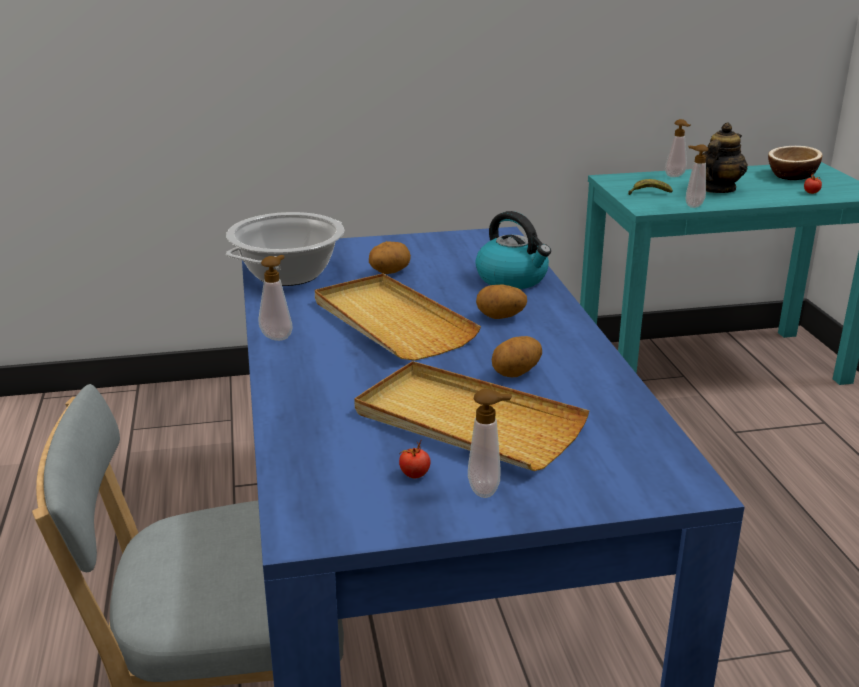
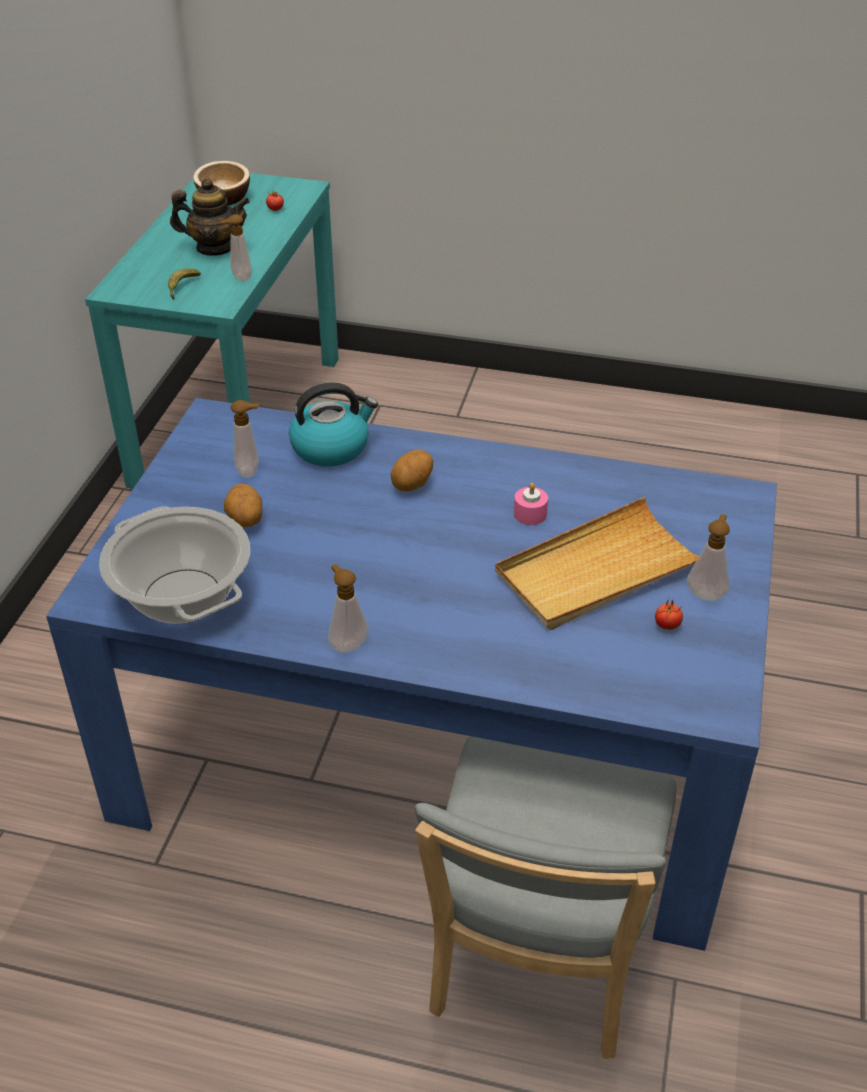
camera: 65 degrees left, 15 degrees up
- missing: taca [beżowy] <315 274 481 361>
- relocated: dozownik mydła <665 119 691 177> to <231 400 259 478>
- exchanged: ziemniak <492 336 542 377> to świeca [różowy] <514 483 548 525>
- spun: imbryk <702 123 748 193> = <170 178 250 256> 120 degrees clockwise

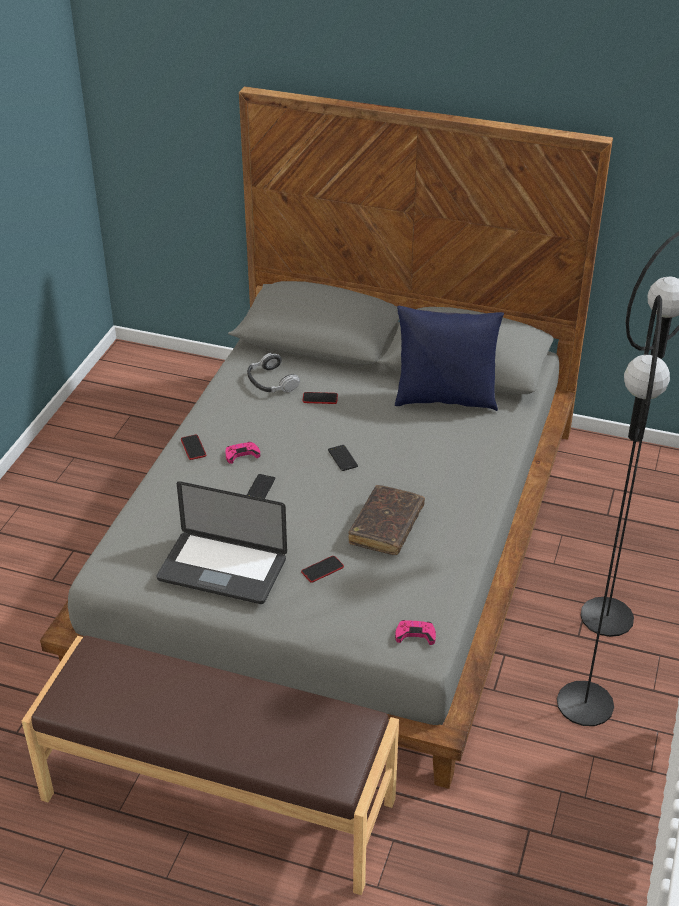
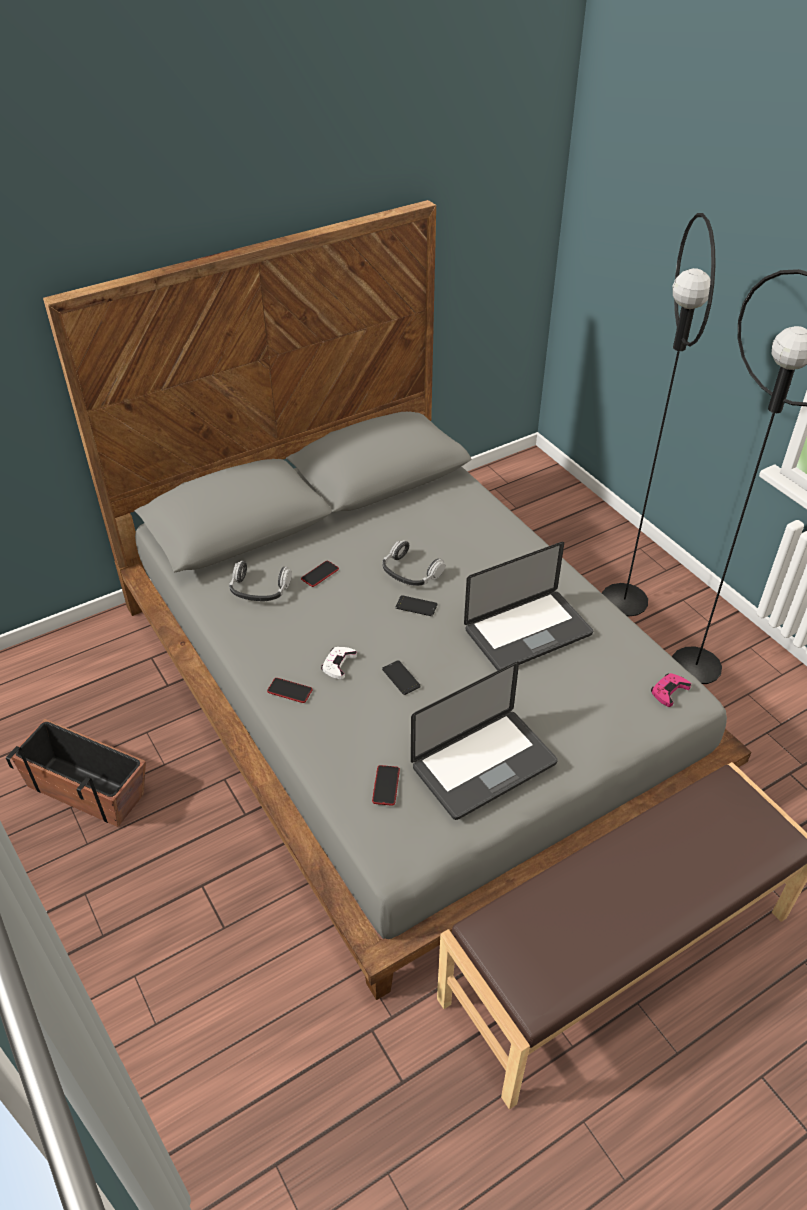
camera: 50 degrees left, 5 degrees up
- missing: poduszka [niebieski] <395 306 504 411>
- appeared: donica <6 719 146 827>
- appeared: słuchawki <382 540 445 586>
- relocated: telefon <301 556 344 583> to <372 765 400 806>
- exchanged: książka [brązowy] <348 485 425 555> to laptop <464 542 593 671>
- colour: pad do gier [różowy] <226 442 260 464> to pad do gier [biały] <321 647 357 679>

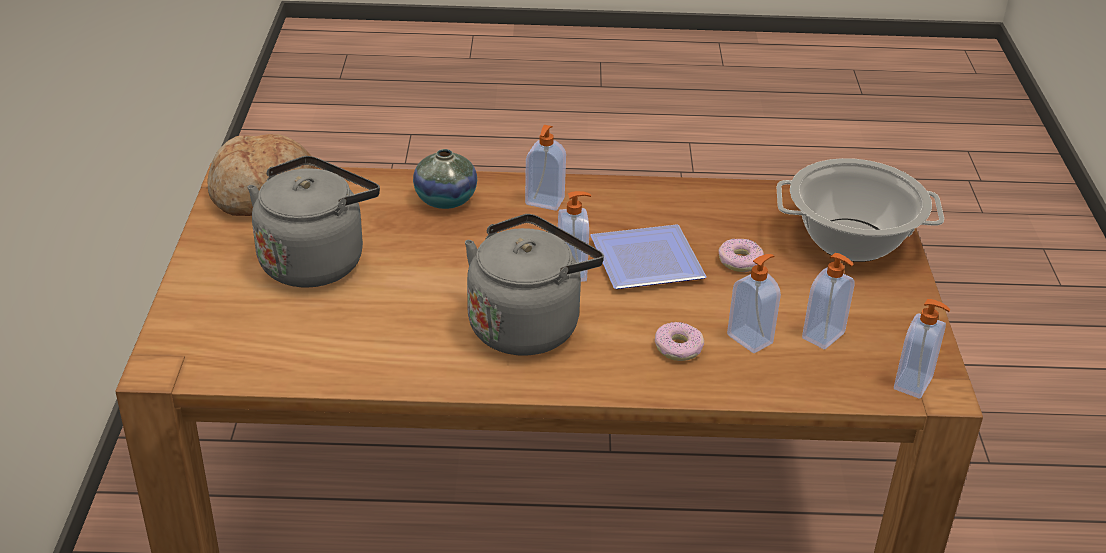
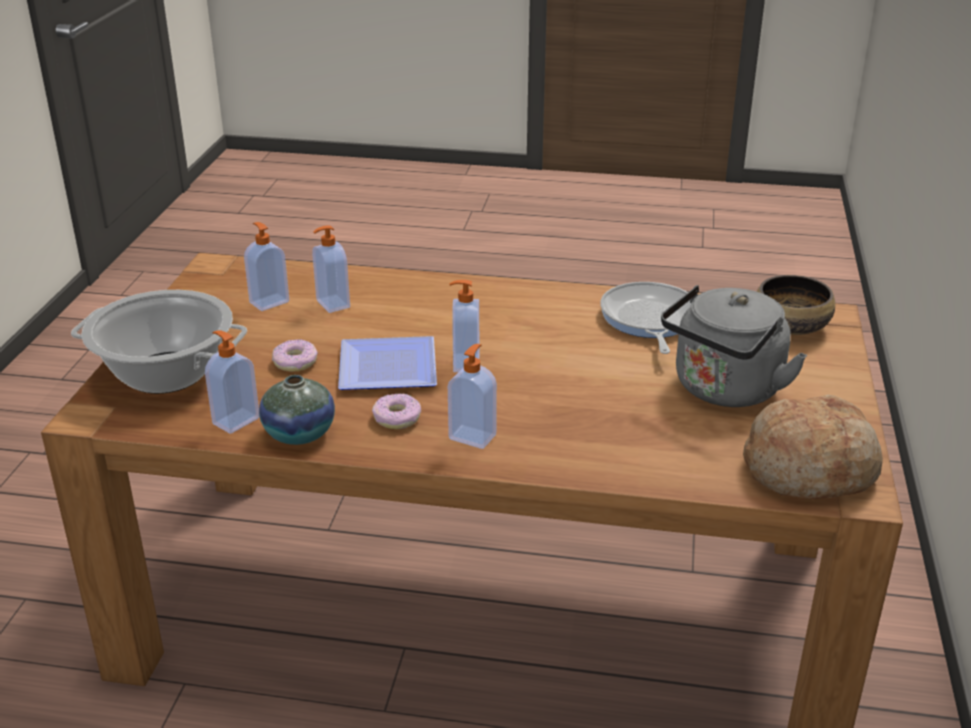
camera: 170 degrees left, 5 degrees down
- missing: czajnik [szary] <465 214 604 356>
- appeared: patelnia <600 282 691 354>
- appeared: miska <757 275 835 335>
- relocated: wazon <413 149 477 209> to <259 375 335 445>
- relocated: donut <655 322 704 361> to <372 393 421 429>
- relocated: dozownik mydła <894 299 951 399> to <205 330 259 434>

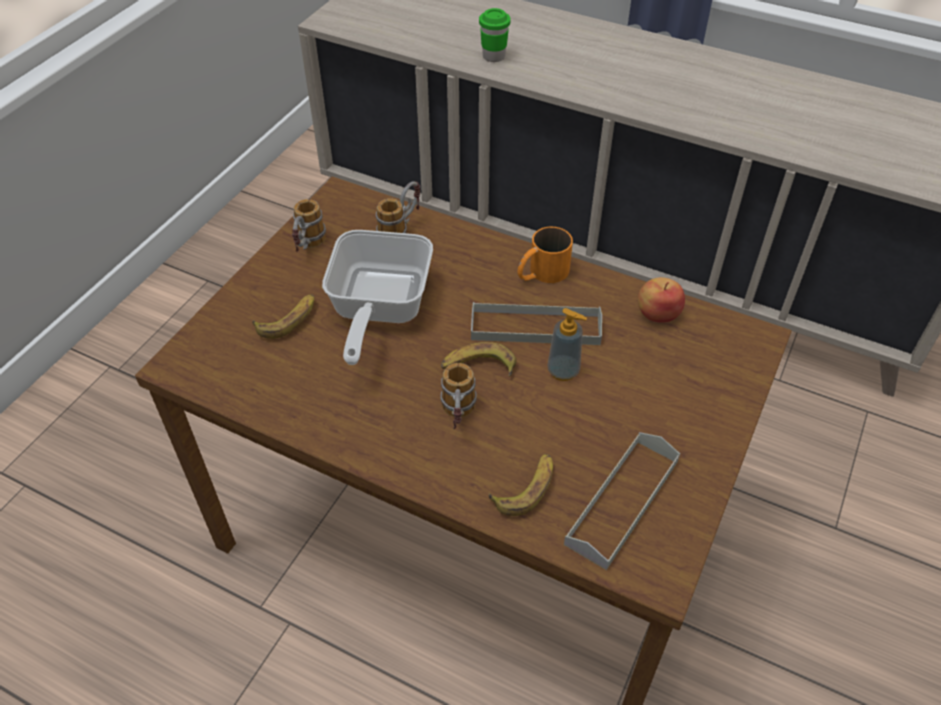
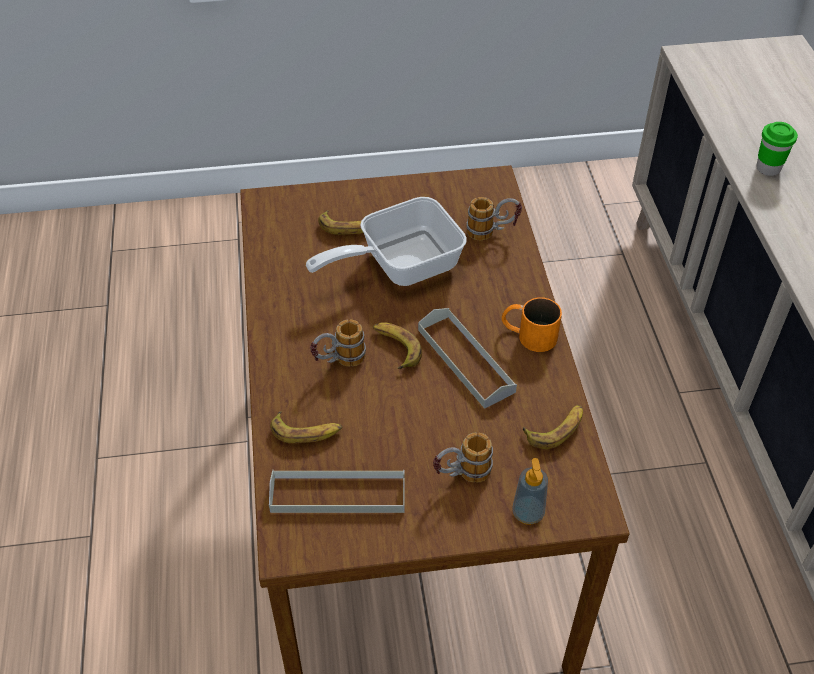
camera: 55 degrees right, 0 degrees up
- relocated: kubek <292 199 326 252> to <433 433 493 483>
- relocated: dozownik mydła <547 308 587 381> to <512 458 548 525>
- exchanged: jabłko <638 277 685 323> to banan <523 405 583 449>

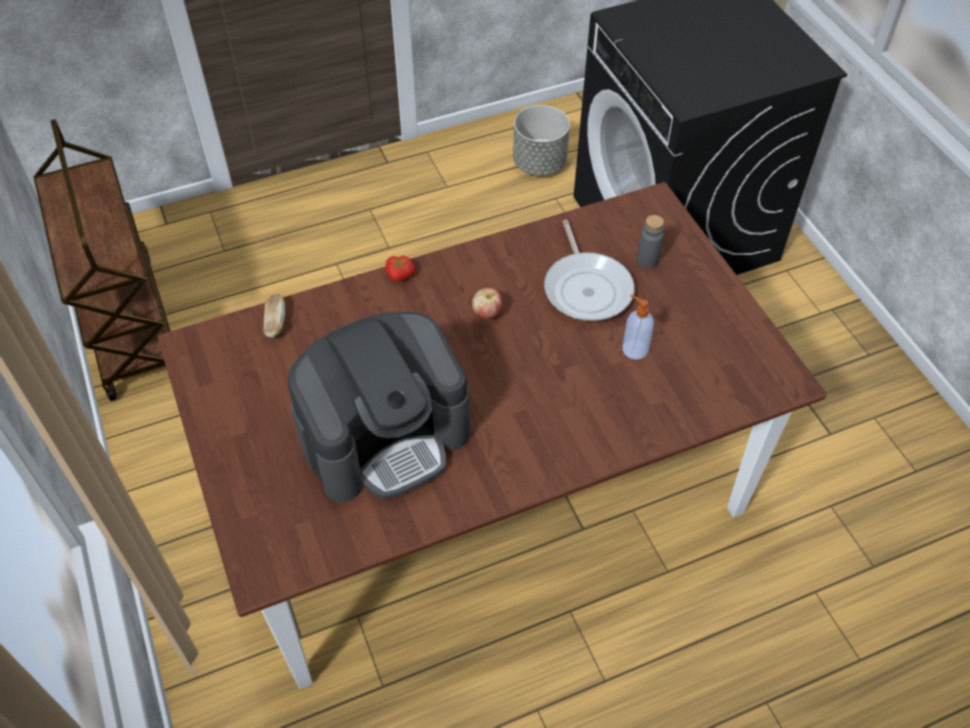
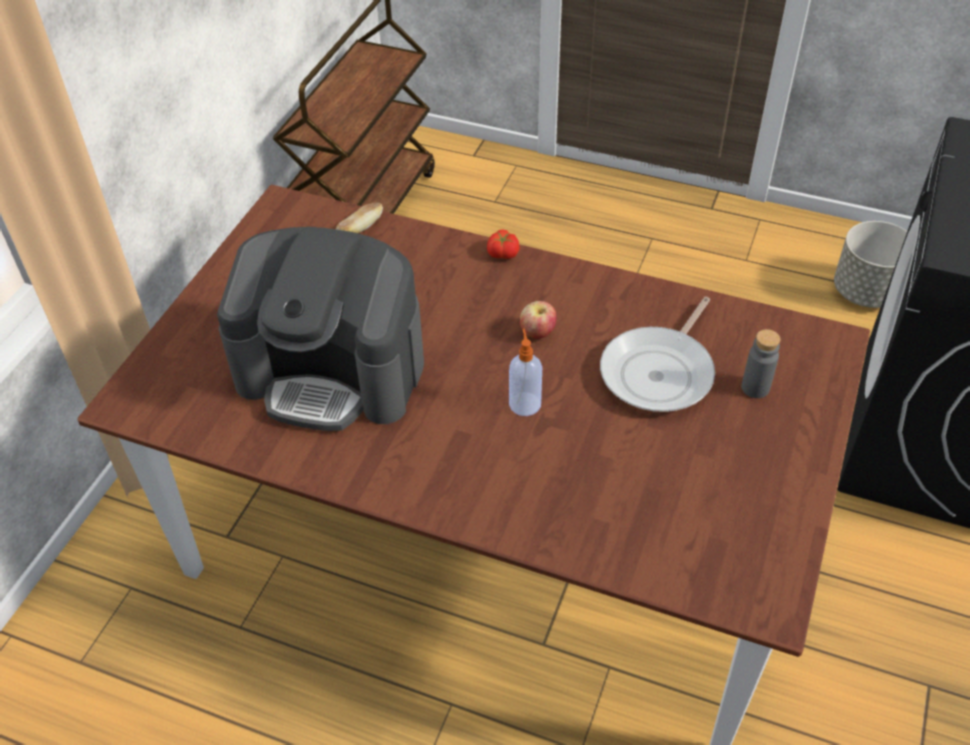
camera: 45 degrees right, 5 degrees down
- relocated: dozownik mydła <622 295 654 360> to <509 329 542 416>

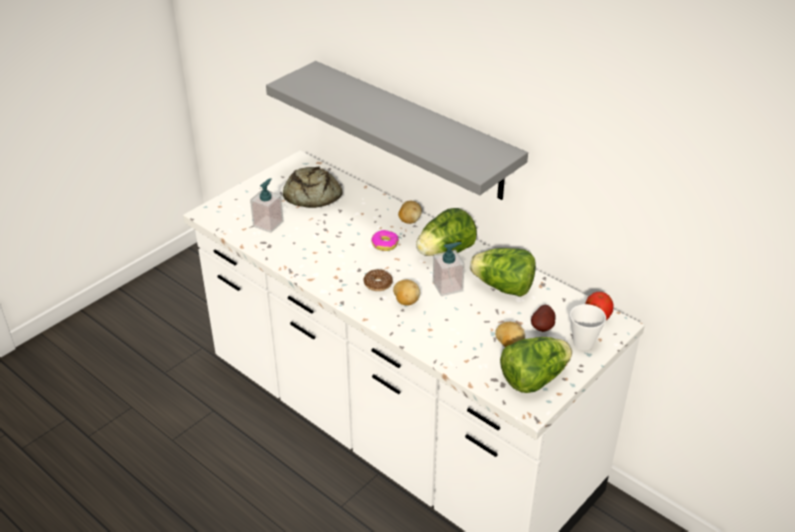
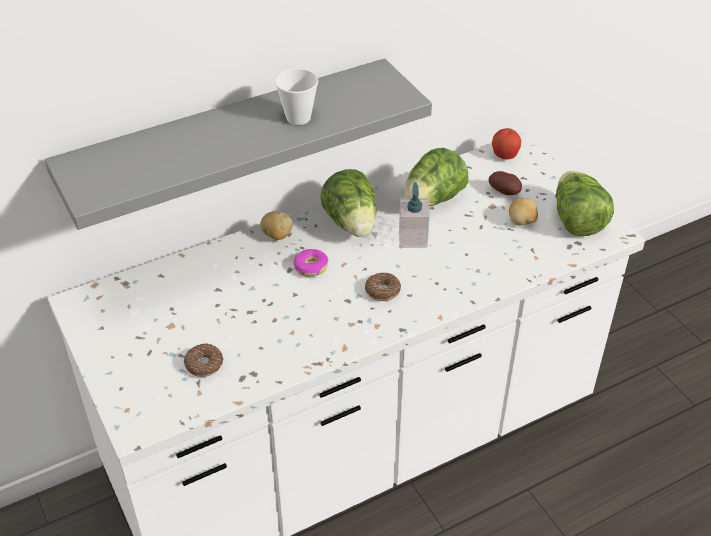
camera: 70 degrees left, 5 degrees up
- missing: chleb <283 166 342 208>
- missing: ziemniak <393 280 420 305>
- relocated: filiżanka <570 304 606 350> to <275 68 319 125>
- exchanged: dozownik mydła <250 178 283 233> to donut <184 343 224 377>

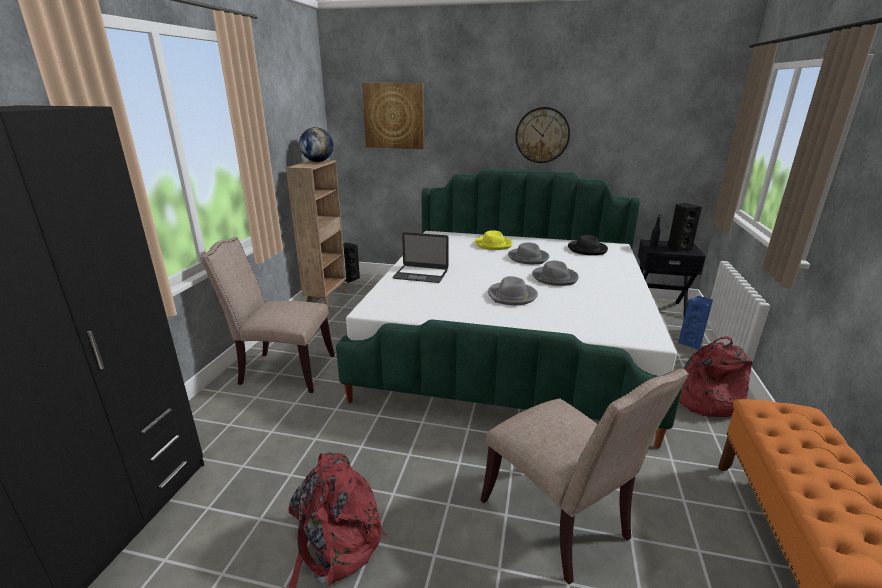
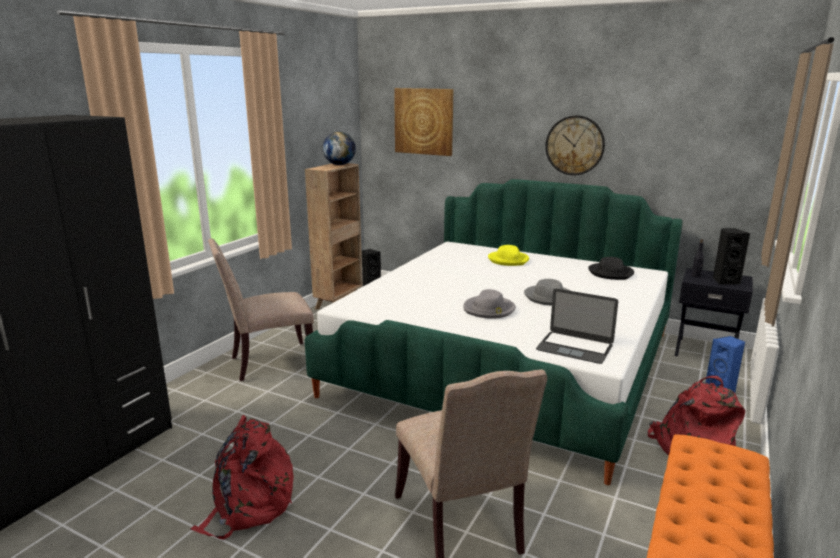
camera: 15 degrees right, 5 degrees down
- missing: kapelusz [szary] <508 242 549 264>
- relocated: laptop <392 232 449 283> to <536 289 618 364>
- spun: krzesło [beżowy] <201 237 335 393> = <208 238 314 381> 45 degrees counterclockwise

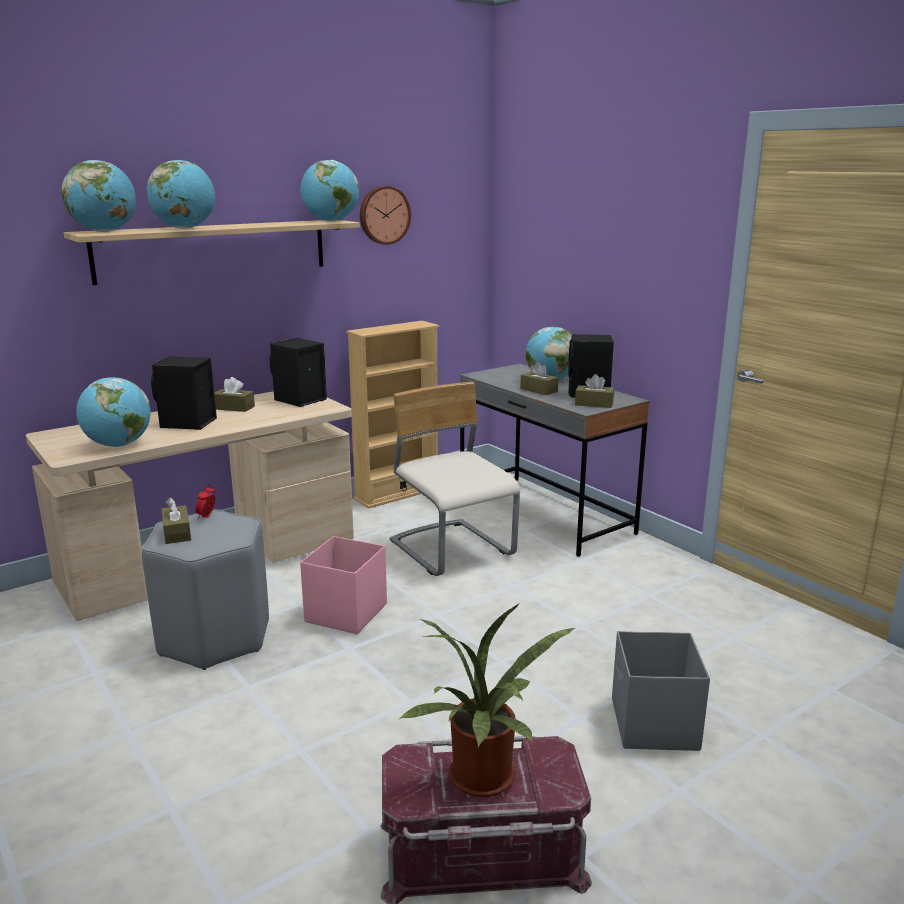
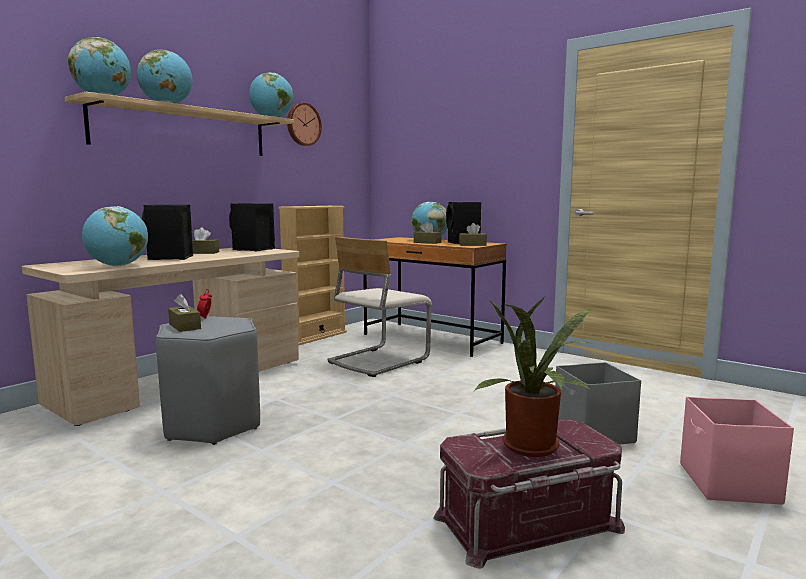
camera: 15 degrees left, 10 degrees down
- relocated: pojemnik do przechowywania [różowy] <300 536 387 634> to <680 397 794 505>
- colour: biurko [szary] <460 364 649 557> to biurko [brązowy] <363 237 507 357>
- spun: krzesło [beżowy] <390 382 521 576> = <327 237 432 377> 90 degrees counterclockwise

